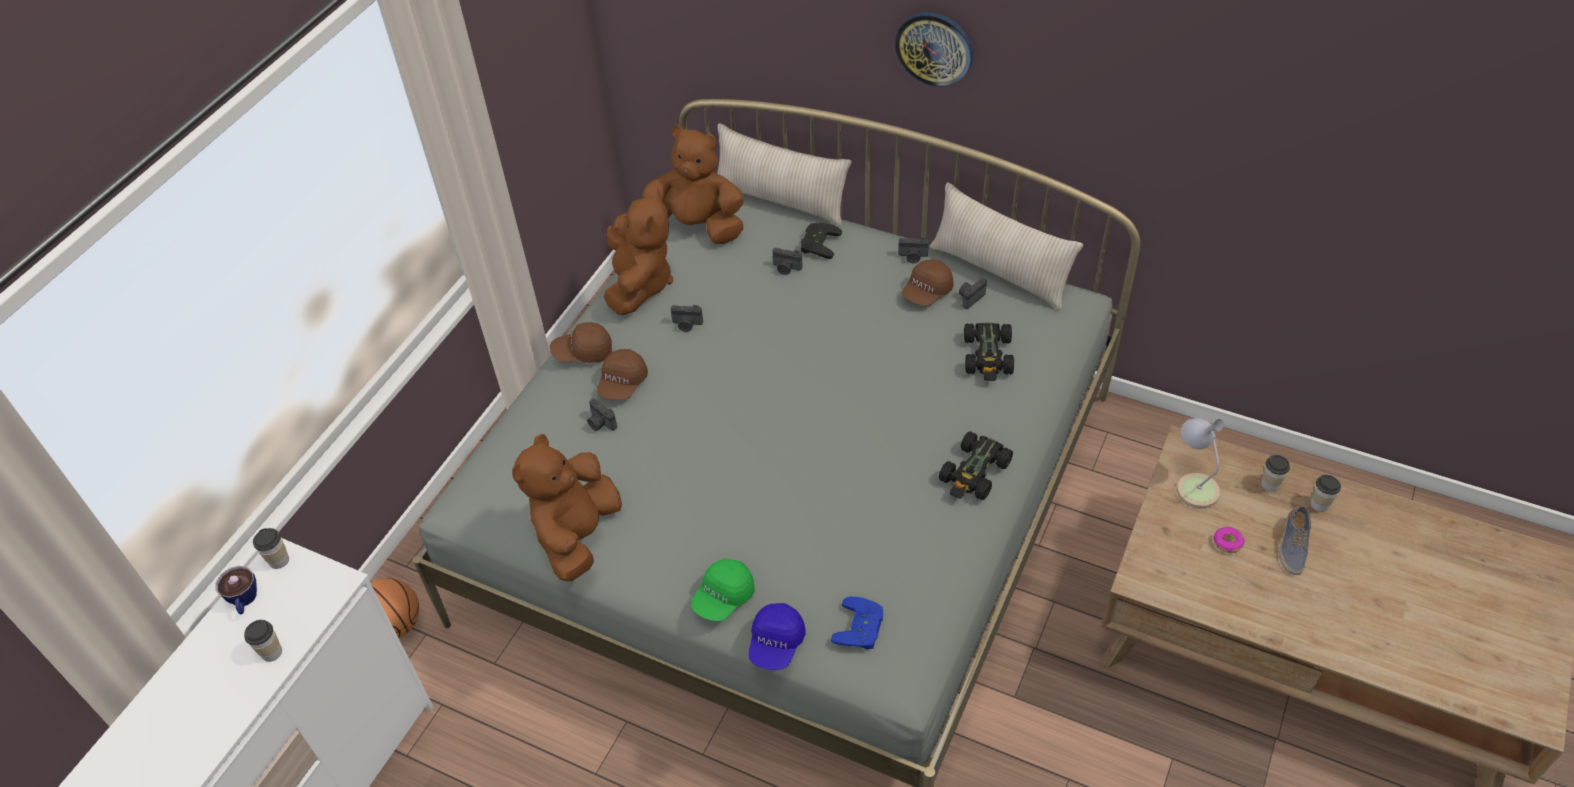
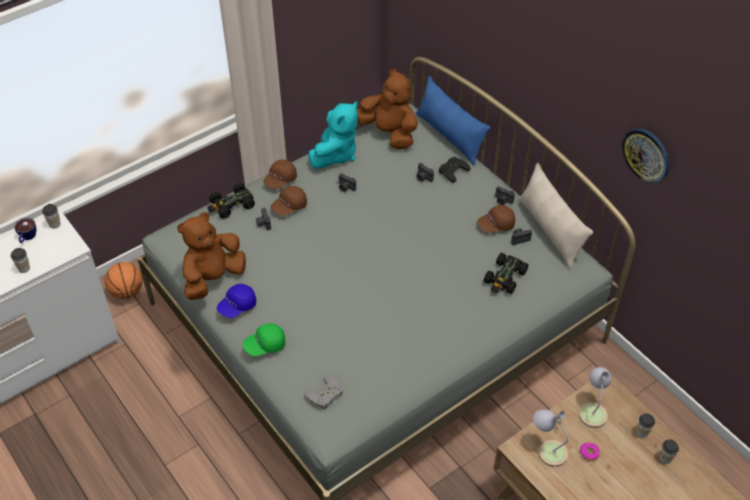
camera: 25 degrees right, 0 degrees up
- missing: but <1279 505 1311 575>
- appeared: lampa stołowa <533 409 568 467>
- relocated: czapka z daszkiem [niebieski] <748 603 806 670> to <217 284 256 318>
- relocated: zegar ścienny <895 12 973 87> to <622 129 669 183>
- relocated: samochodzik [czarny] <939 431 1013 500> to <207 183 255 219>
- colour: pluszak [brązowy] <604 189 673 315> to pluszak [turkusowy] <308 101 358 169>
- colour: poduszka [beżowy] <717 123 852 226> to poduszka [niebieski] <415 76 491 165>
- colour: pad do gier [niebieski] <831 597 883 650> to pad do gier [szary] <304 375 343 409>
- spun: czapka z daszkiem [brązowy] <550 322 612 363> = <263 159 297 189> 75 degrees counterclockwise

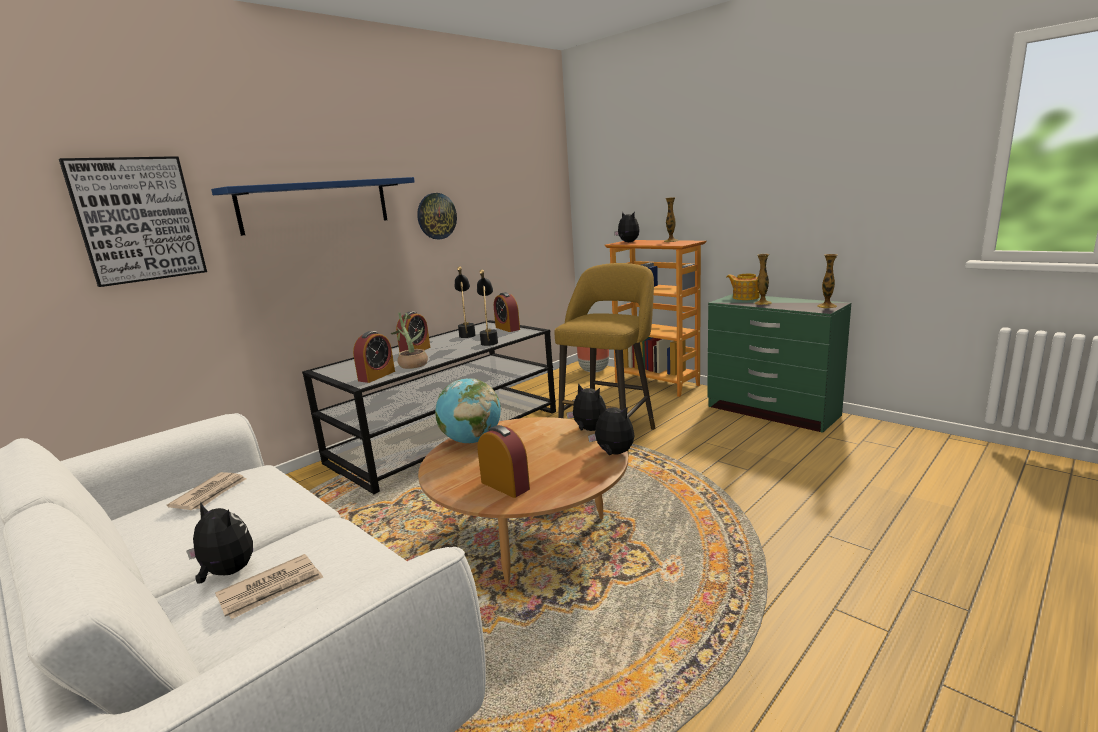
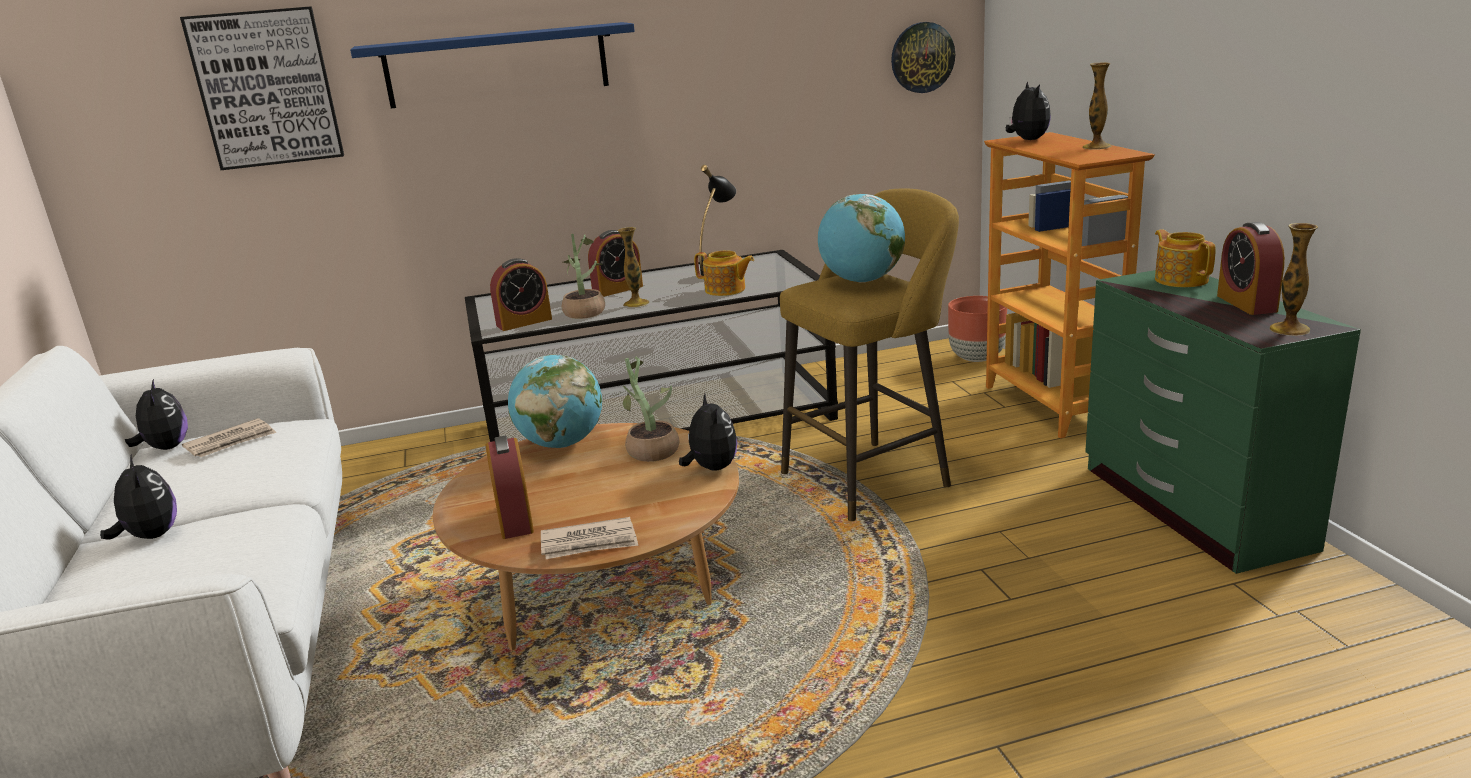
camera: 30 degrees right, 5 degrees up
- appeared: roślina doniczkowa <613 356 679 462>
- appeared: globus <818 194 905 283>
- relocated: gazeta <215 554 323 619> to <541 517 639 559>
- relocated: zegar ścienny <417 193 457 239> to <891 22 955 93>
- relocated: budzik <494 292 520 332> to <1217 222 1285 315>
- relocated: pluszak <588 403 635 455> to <125 378 188 450>
- relocated: wazon <754 254 772 305> to <617 227 649 307>
- exchanged: lampa stołowa [czarny] <477 270 498 346> to imbryk <694 251 754 296>

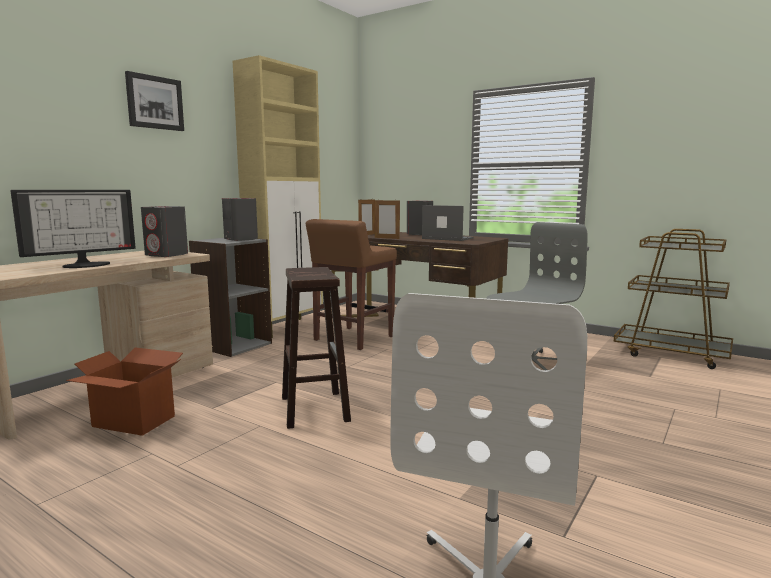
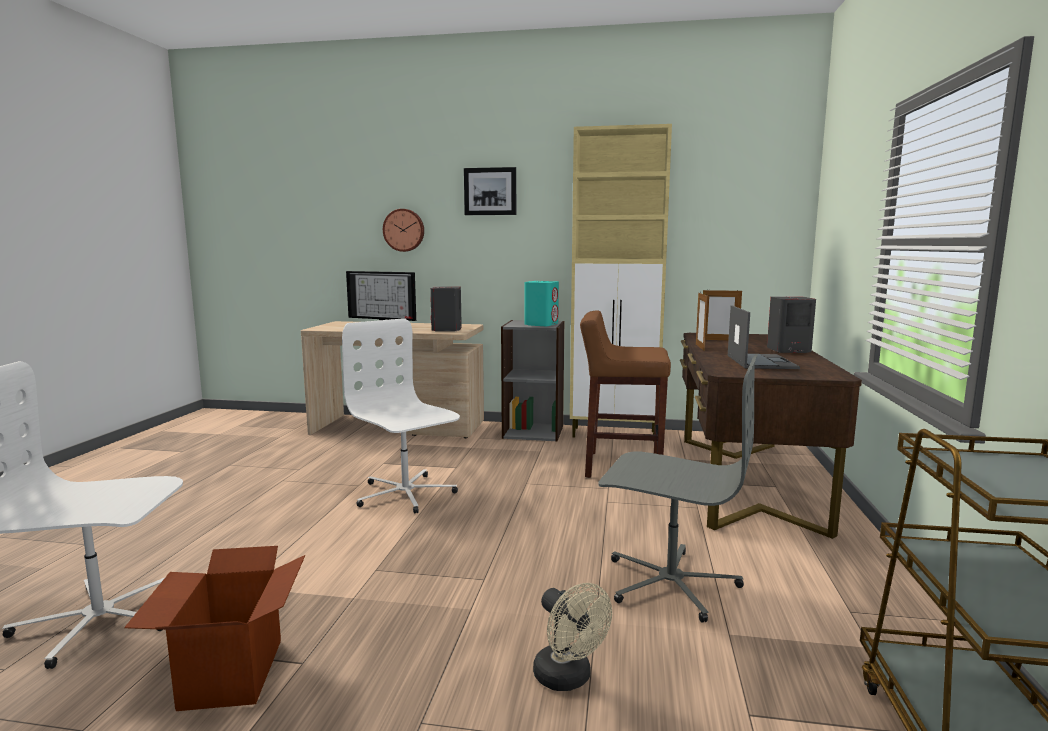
camera: 65 degrees right, 0 degrees up
- appeared: zegar ścienny <383 209 424 252>
- appeared: wentylator [beżowy] <533 583 612 691>
- relocated: karton <66 348 183 436> to <124 546 305 711>
- exchanged: stołek [brązowy] <282 267 351 429> to krzesło biurowe [biały] <342 318 460 513>
- colour: głośnik [szary] <222 198 258 241> to głośnik [turkusowy] <525 281 559 326>

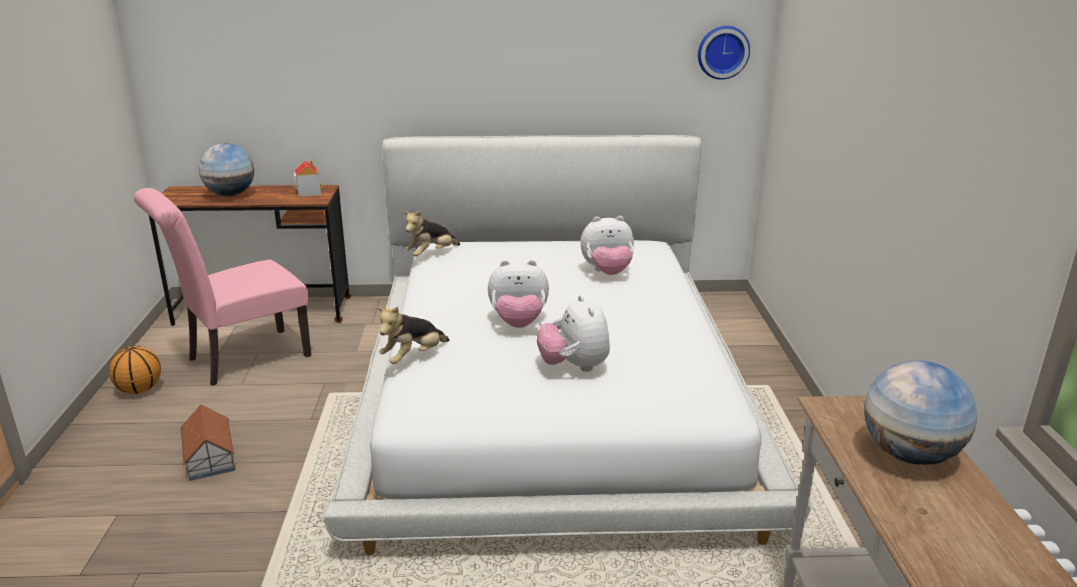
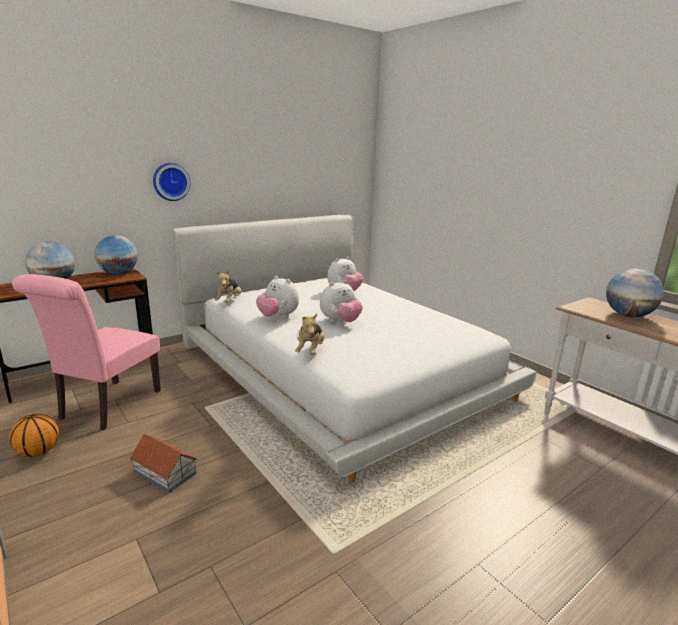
camera: 35 degrees left, 5 degrees down
- relocated: pluszak <537 295 610 372> to <256 276 299 318>
- relocated: zegar ścienny <698 26 750 80> to <153 163 190 201>
- exchanged: domek <294 160 322 197> to globus <95 235 138 275>

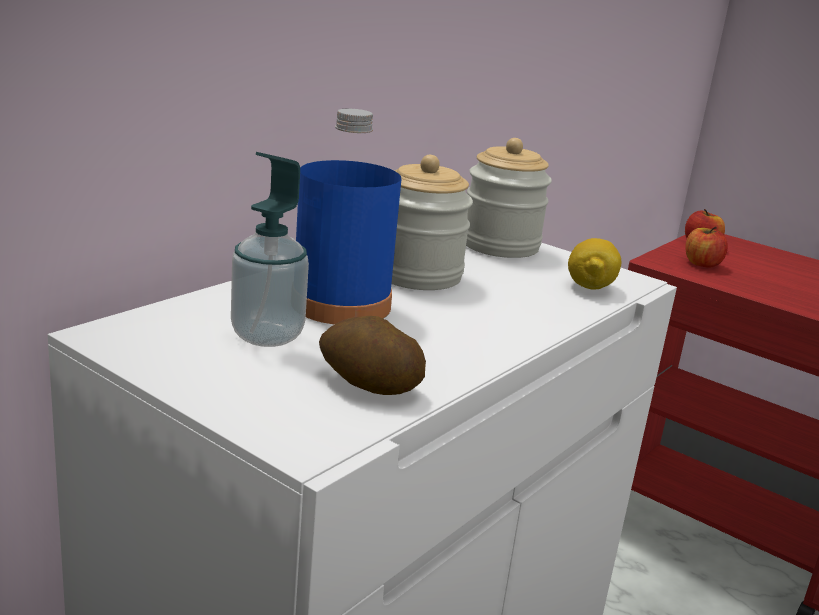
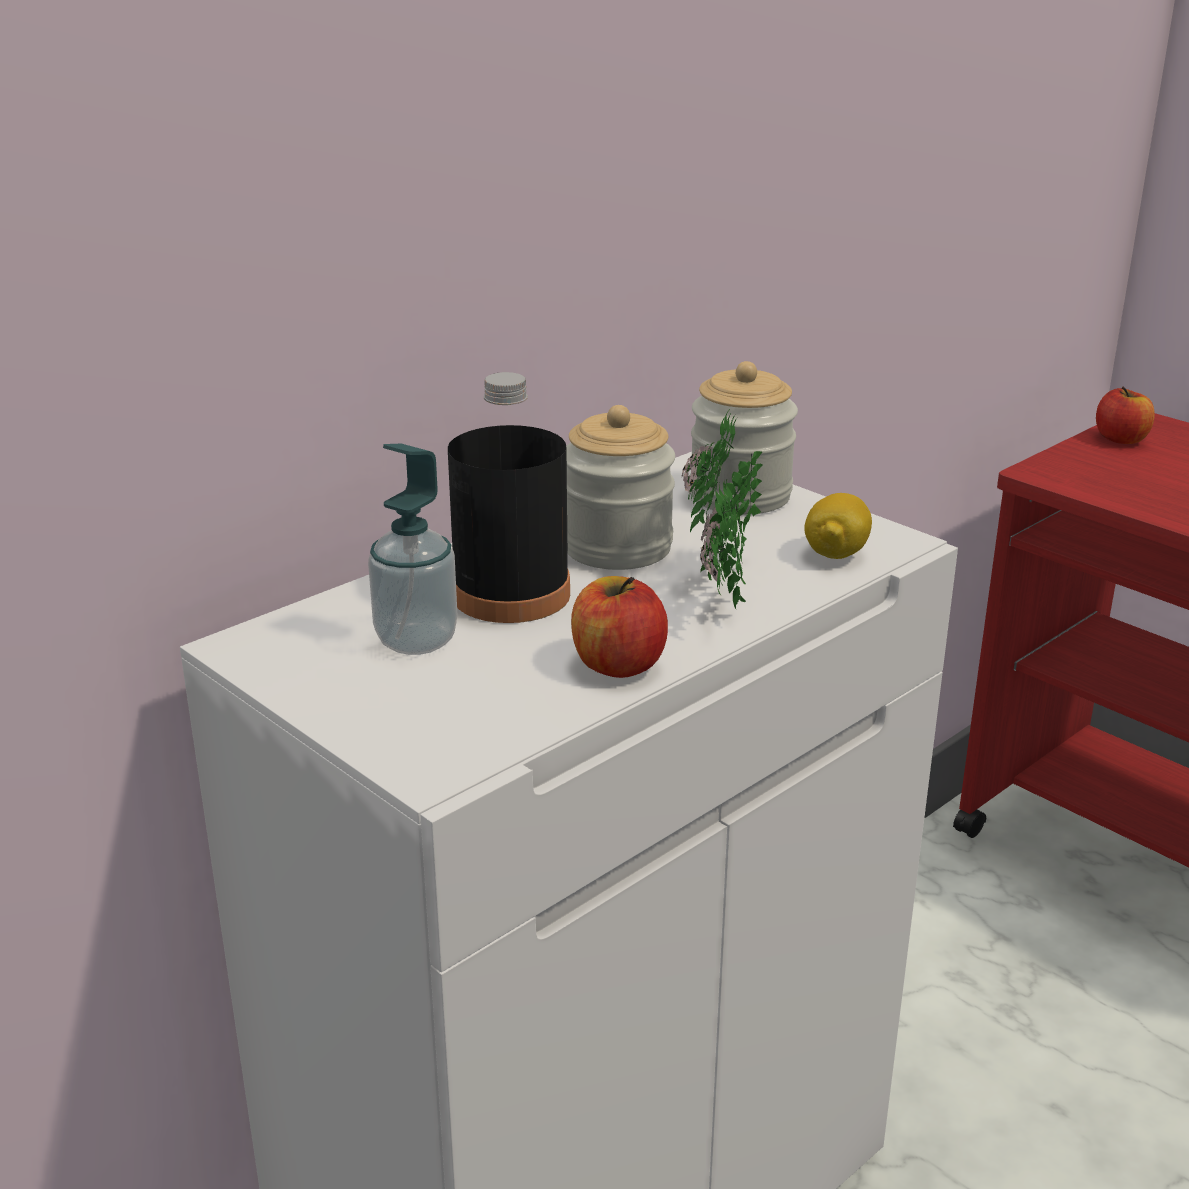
camera: 10 degrees right, 5 degrees up
- missing: ziemniak <319 316 426 395>
- appeared: roślina doniczkowa <682 409 763 610>
- relocated: jabłko <685 226 728 268> to <571 576 668 678>
- colour: butelka [niebieski] <296 109 401 324> to butelka [czarny] <448 372 570 623>

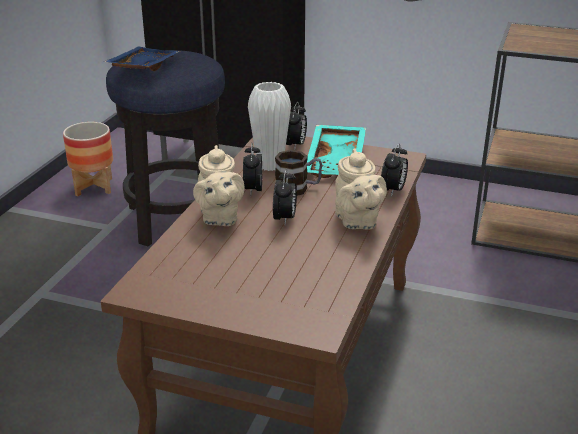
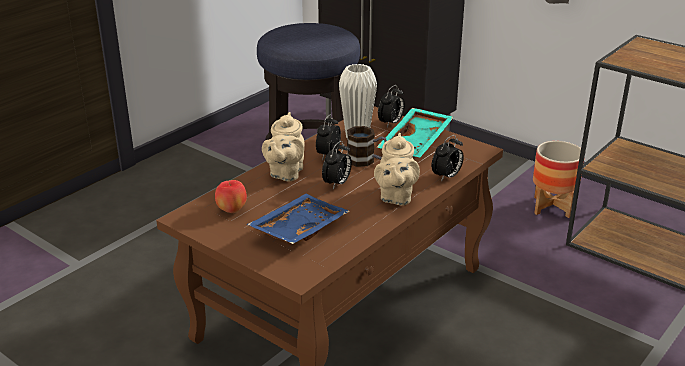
camera: 20 degrees right, 0 degrees up
- appeared: jabłko <215 180 247 213>
- relocated: donica <63 122 113 196> to <533 141 585 218>
- relocated: taca [niebieski] <103 46 180 71> to <246 194 350 244>

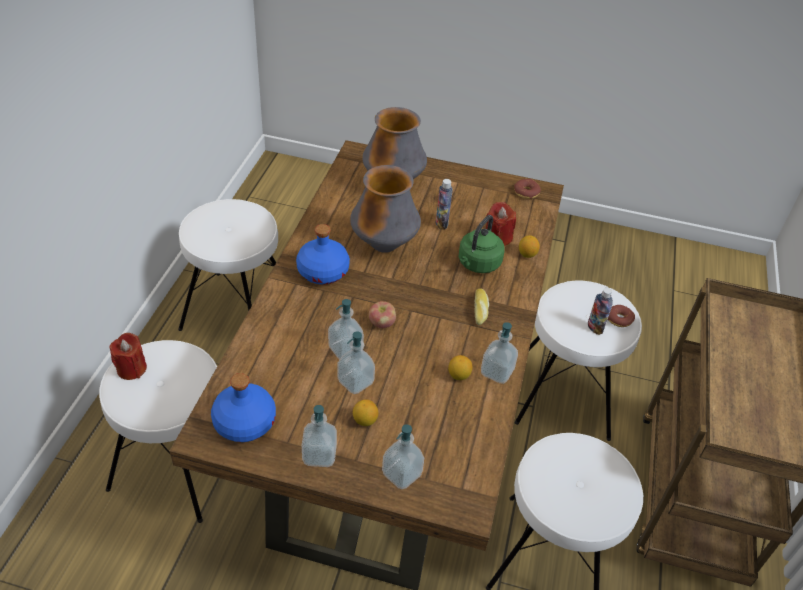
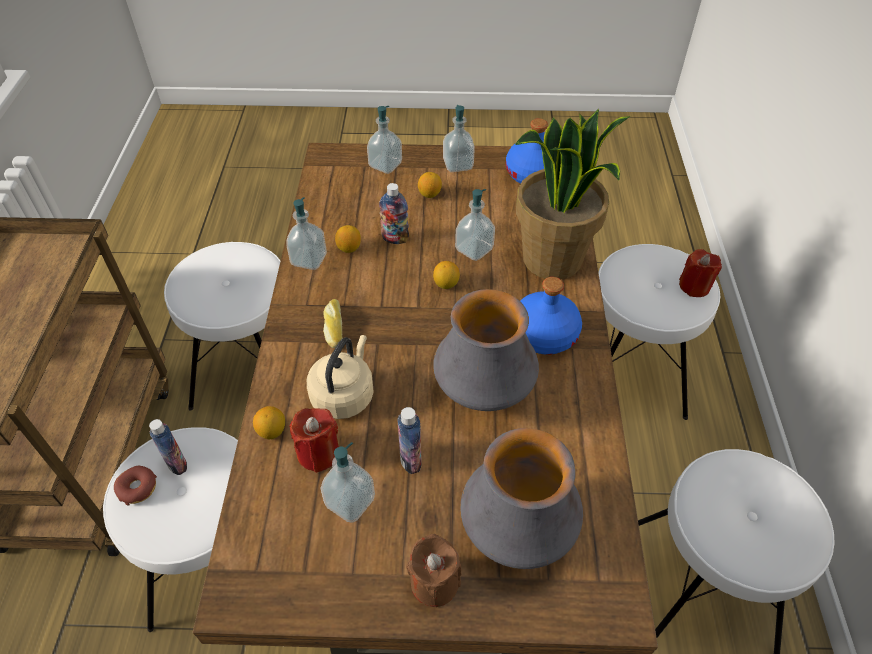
camera: 170 degrees right, 5 degrees up
- missing: donut <514 179 541 199>
- appeared: butelka <379 183 409 244>
- appeared: świeca [brązowy] <406 534 462 607>
- appeared: roślina doniczkowa <515 109 631 279>
- relocated: dozownik mydła <337 331 375 394> to <320 442 375 523>
- exchanged: jabłko <369 301 396 328> to cytryna <433 261 460 289>
- colour: czajnik [zielony] <459 215 505 273> to czajnik [beżowy] <307 335 374 419>

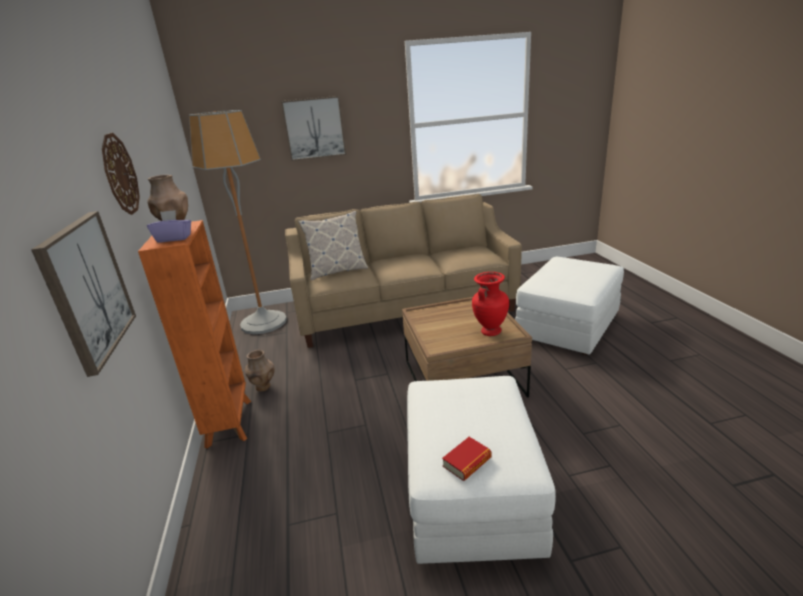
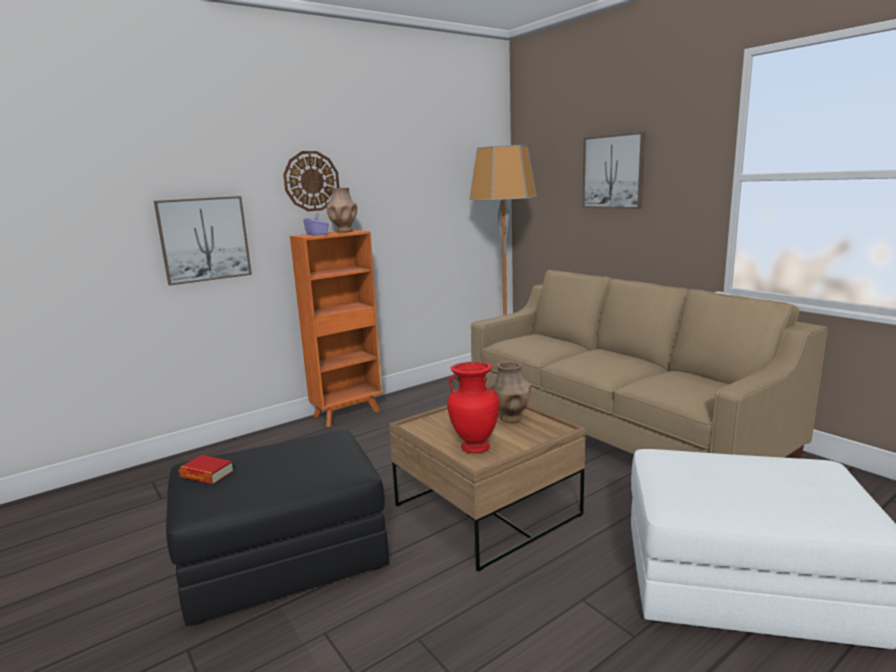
camera: 65 degrees right, 10 degrees down
- missing: poduszka <298 211 368 280>
- relocated: wazon [brązowy] <245 350 274 392> to <489 361 531 423>
- colour: pufa [biały] <407 376 556 564> to pufa [czarny] <166 430 389 626>

